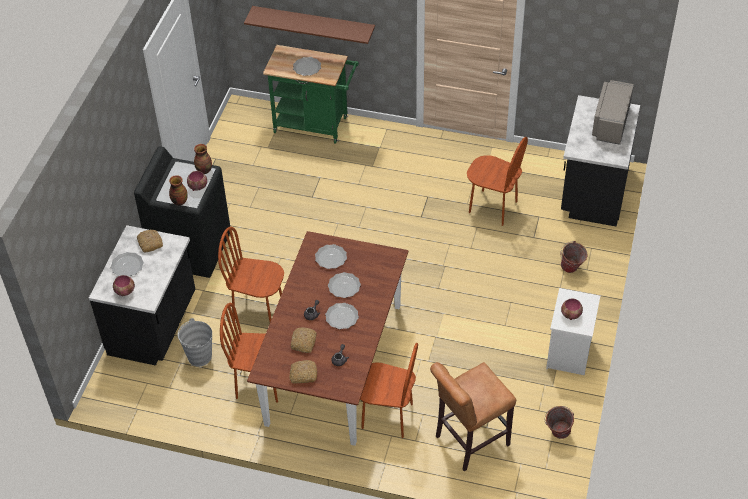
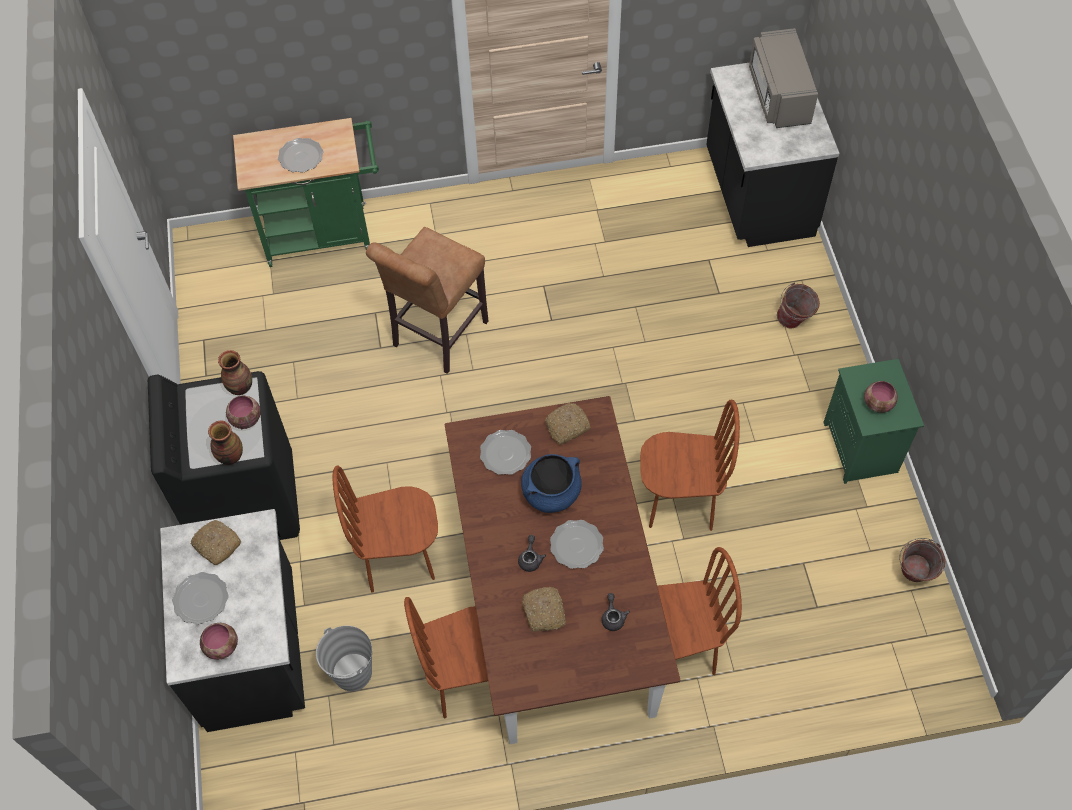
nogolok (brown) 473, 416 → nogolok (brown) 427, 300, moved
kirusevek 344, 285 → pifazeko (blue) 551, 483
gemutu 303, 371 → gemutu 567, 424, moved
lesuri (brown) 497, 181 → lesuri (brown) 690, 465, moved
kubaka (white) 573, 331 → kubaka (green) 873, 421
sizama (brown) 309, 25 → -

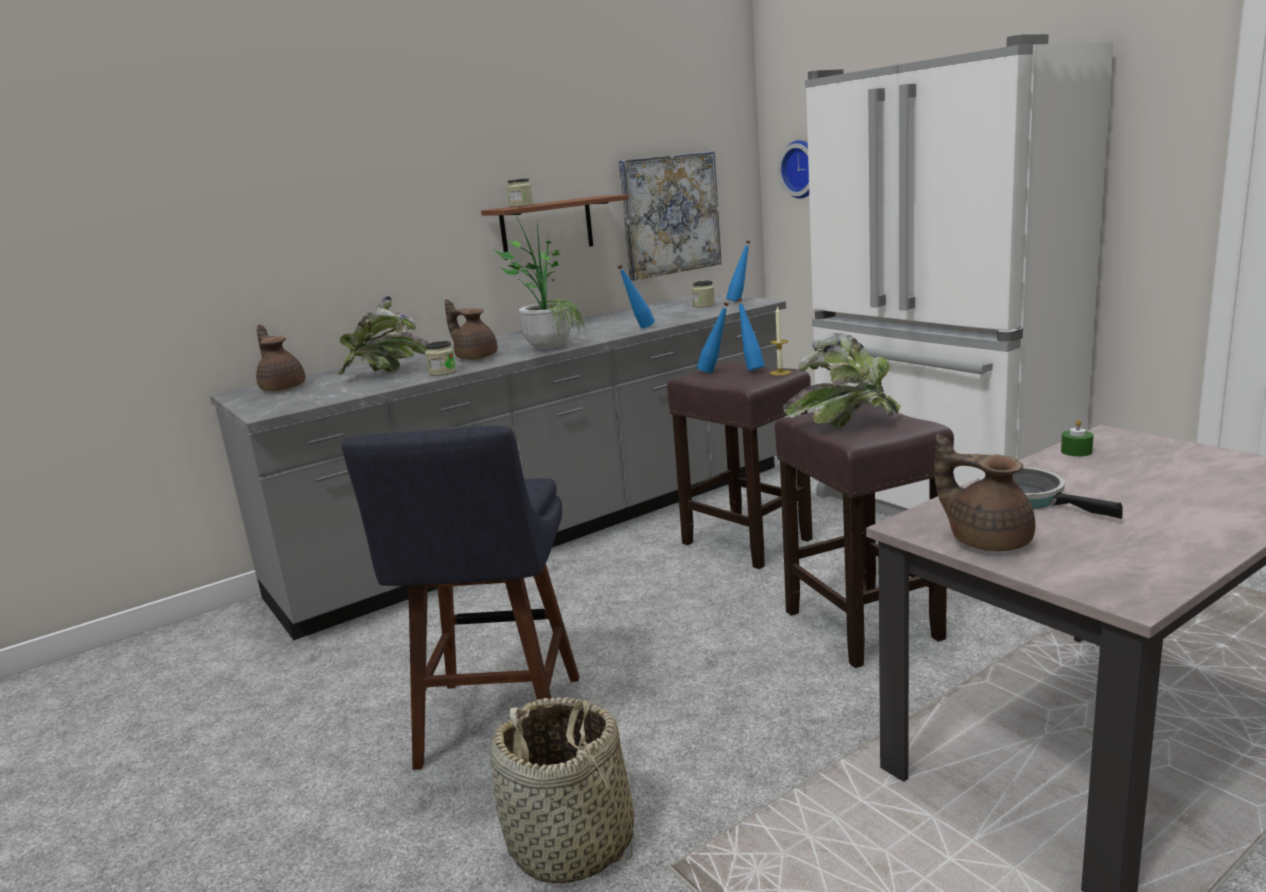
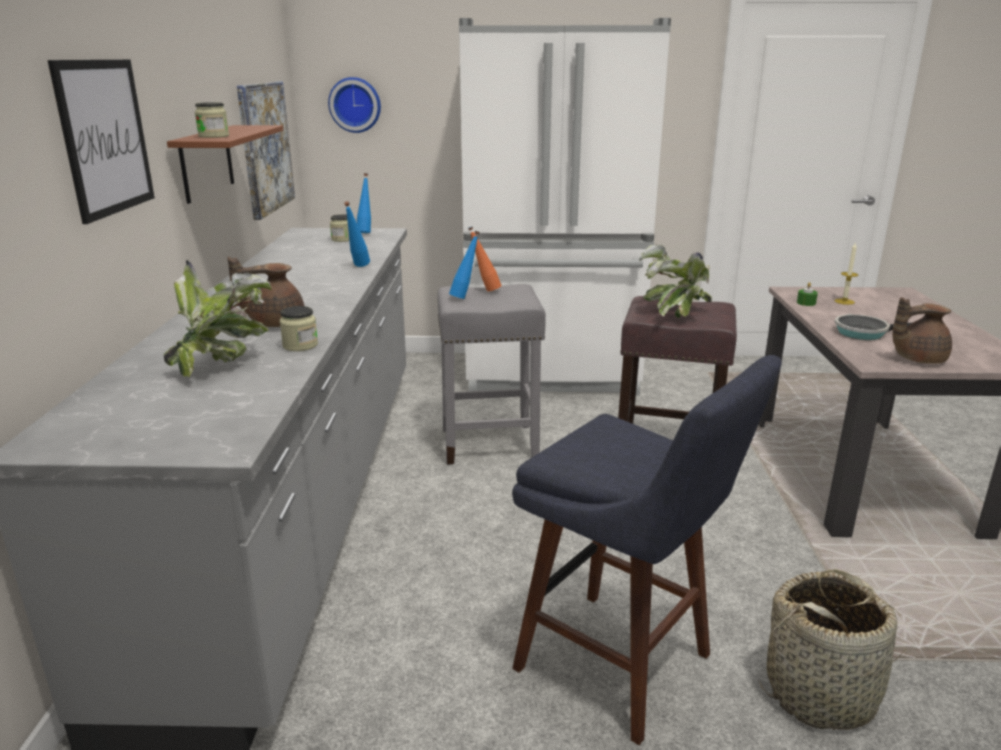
- → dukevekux 101, 142
nogolok (brown) 740, 465 → nogolok (grey) 491, 374
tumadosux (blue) 751, 334 → tumadosux (orange) 485, 259
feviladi 780, 341 → feviladi 846, 273, moved
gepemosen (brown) 281, 358 → -
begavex 539, 282 → -

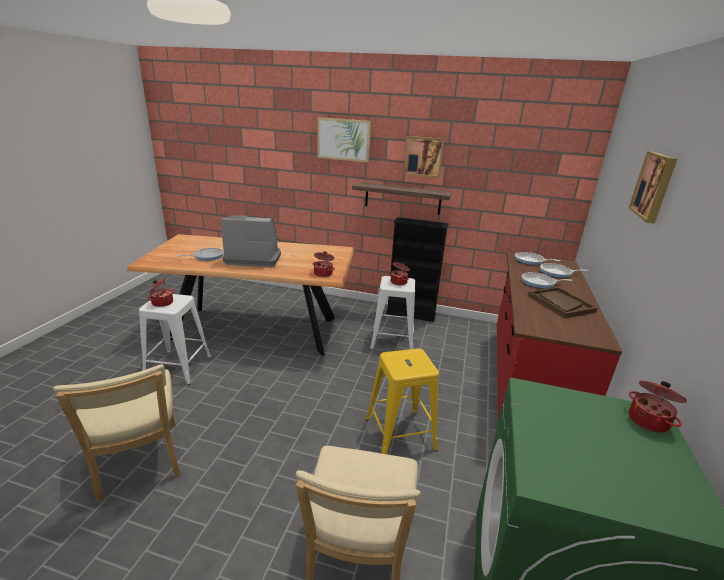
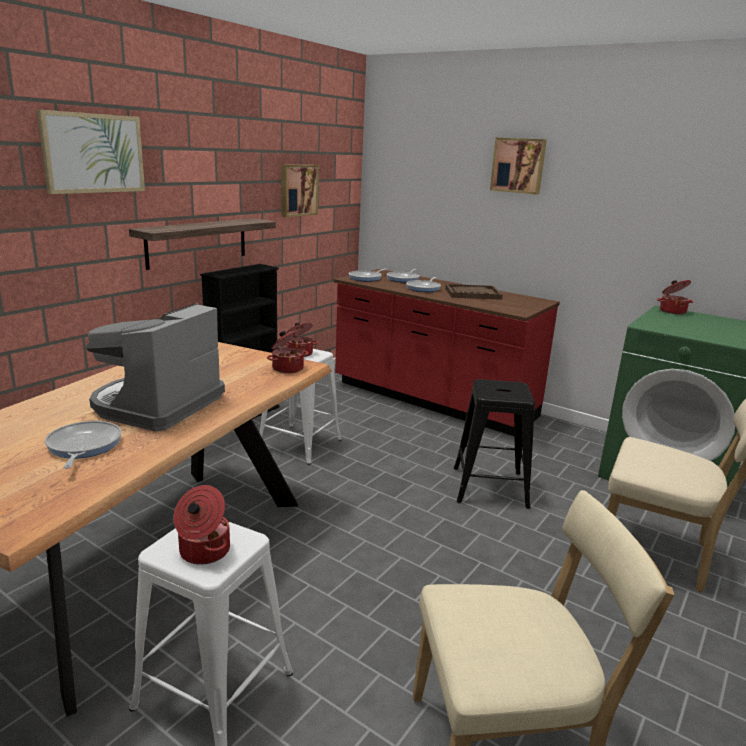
dukevekux 423, 157 → dukevekux 300, 191, moved
nogolok (yellow) 402, 401 → nogolok (black) 494, 444

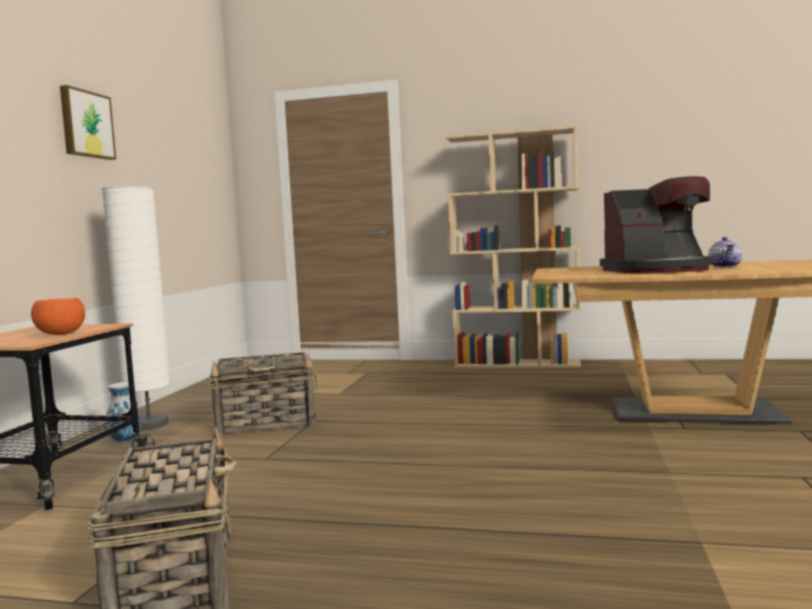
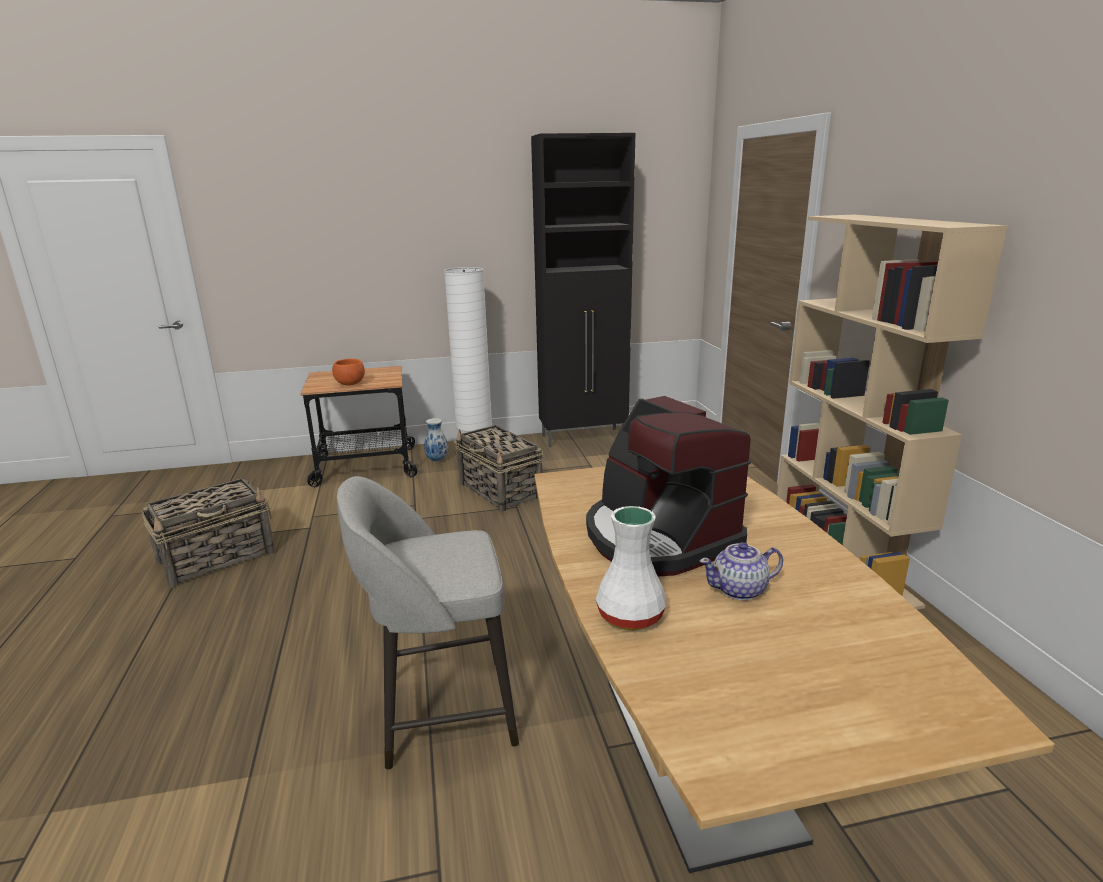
- → nogolok (grey) 428, 623
- → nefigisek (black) 583, 290
- → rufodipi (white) 631, 568
dukevekux 88, 122 → -

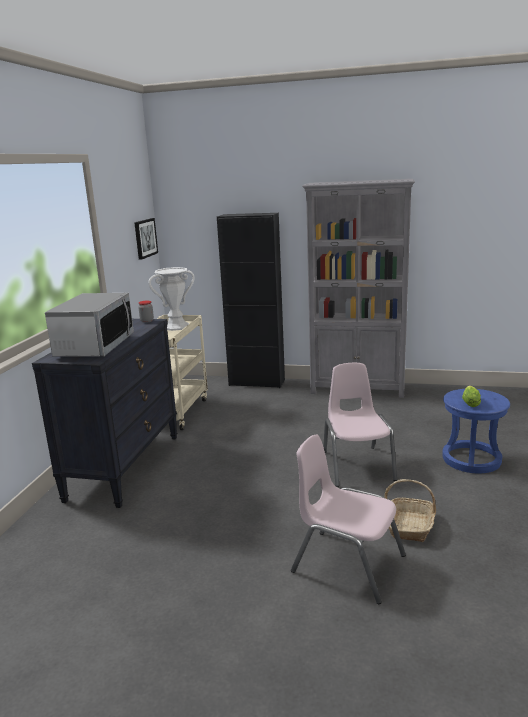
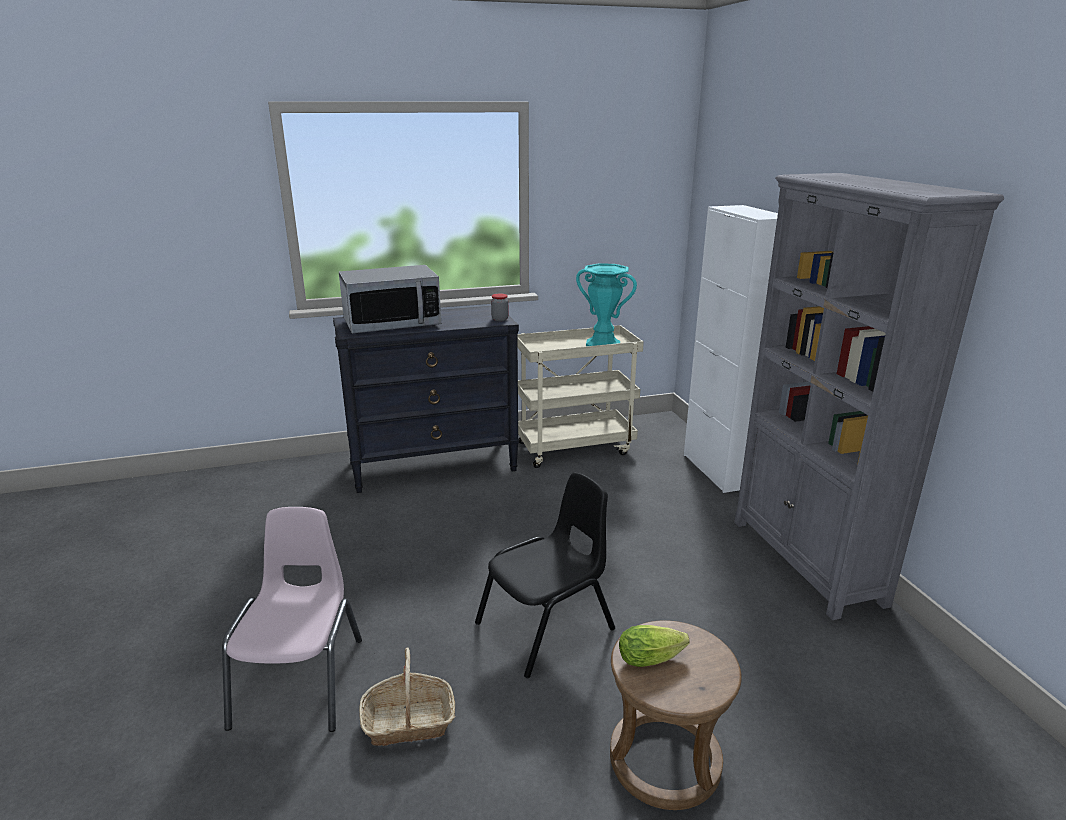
lesuri (pink) 360, 425 → lesuri (black) 545, 575
rufodipi (white) 171, 299 → rufodipi (turquoise) 606, 304
nogolok (blue) 476, 431 → nogolok (brown) 676, 715
nefigisek (black) 251, 300 → nefigisek (white) 731, 349
dukevekux 146, 239 → -

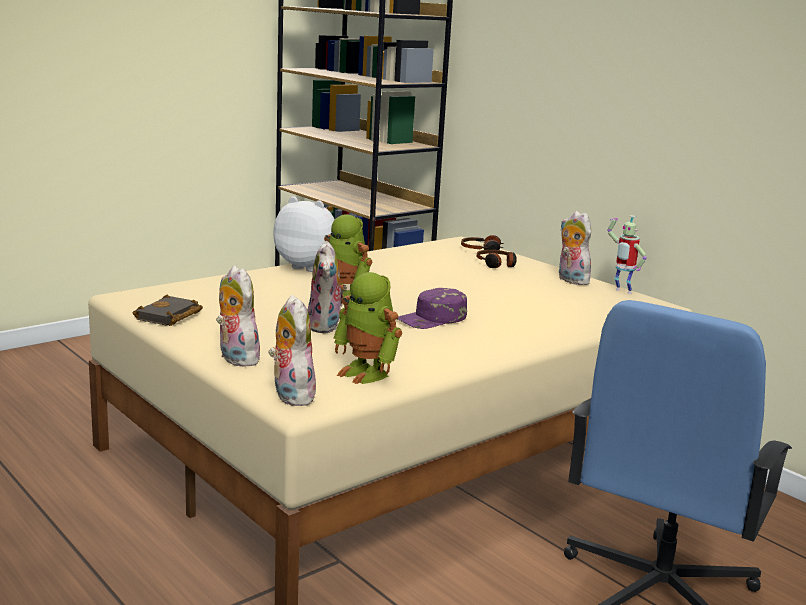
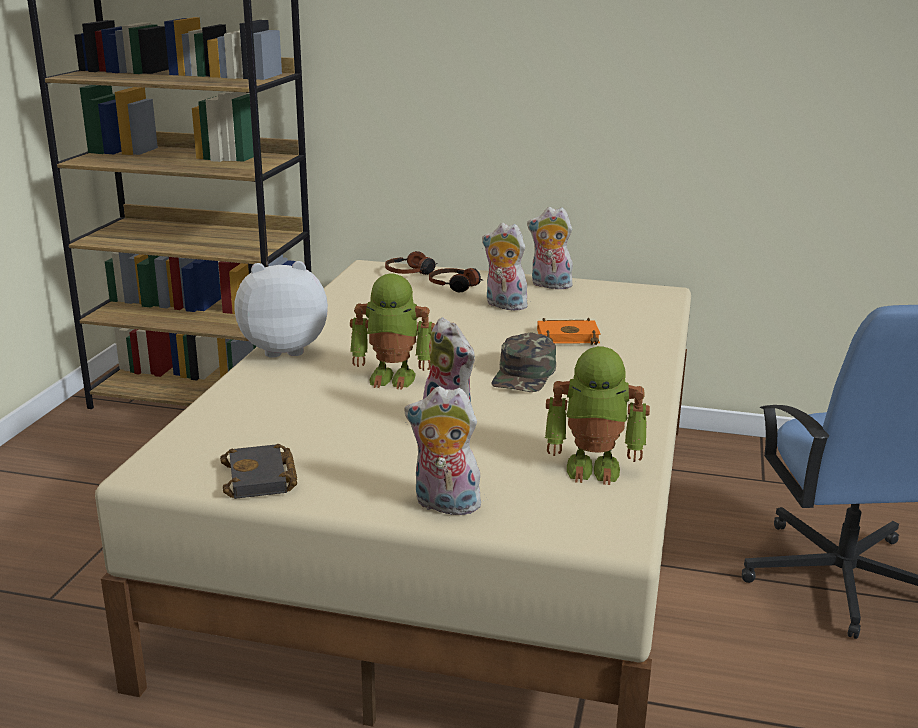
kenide 292, 350 → kenide 505, 266, moved
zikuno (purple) 432, 308 → zikuno (green) 523, 362
- → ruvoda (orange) 569, 331
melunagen 627, 254 → -

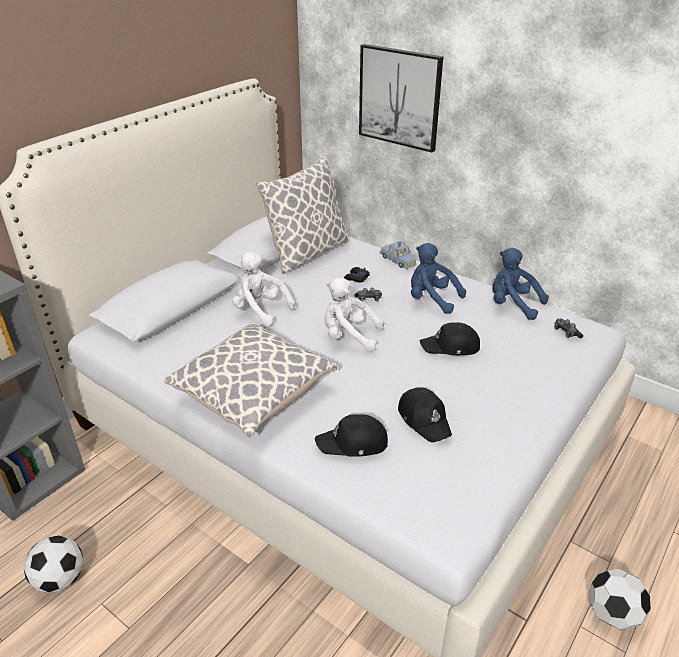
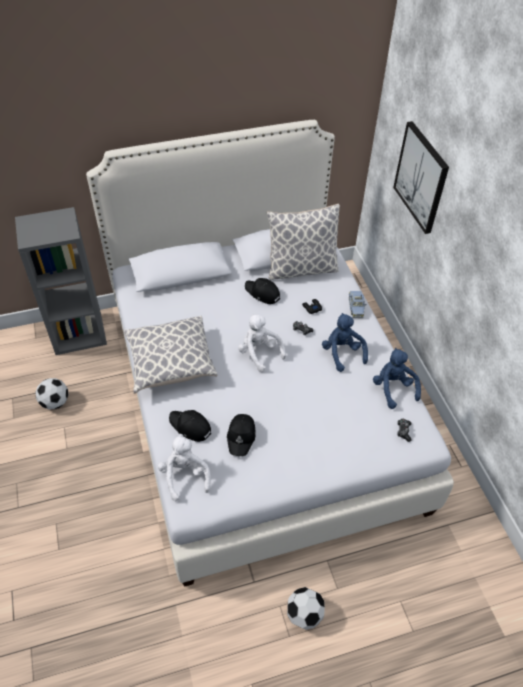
kenide (white) 263, 289 → kenide (white) 184, 467, moved
zikuno (black) 450, 338 → zikuno (black) 262, 291, moved

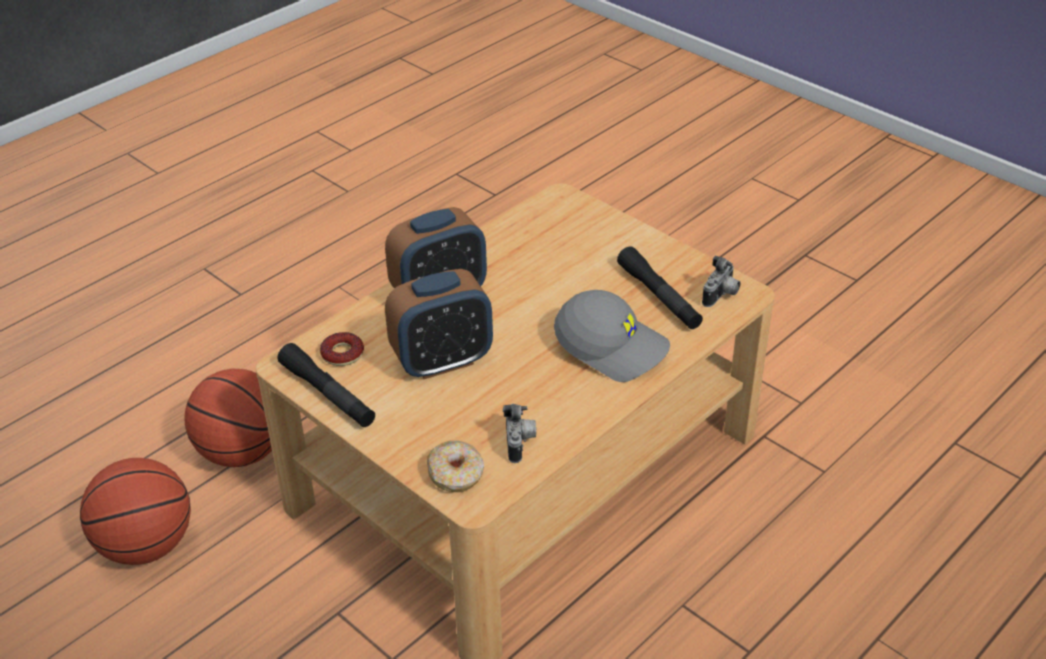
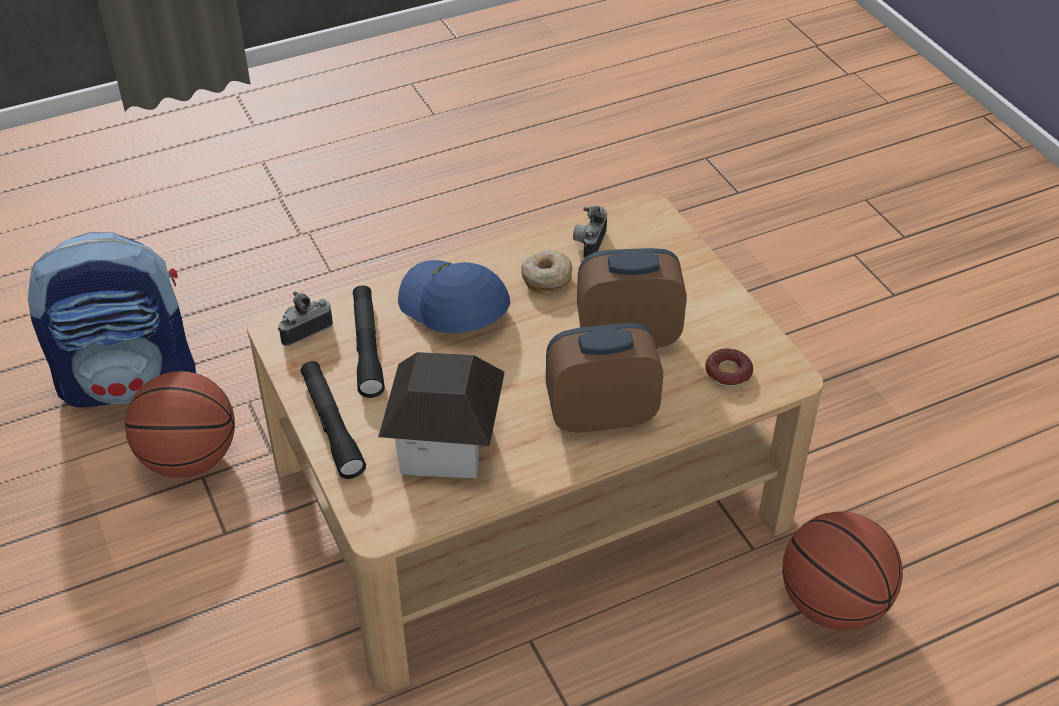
- → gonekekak 112, 320
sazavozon 135, 511 → sazavozon 180, 424, moved
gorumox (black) 326, 385 → gorumox (black) 333, 420, moved
- → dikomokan 441, 415
zikuno (grey) 612, 336 → zikuno (blue) 454, 296
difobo 455, 466 → difobo 546, 272, moved

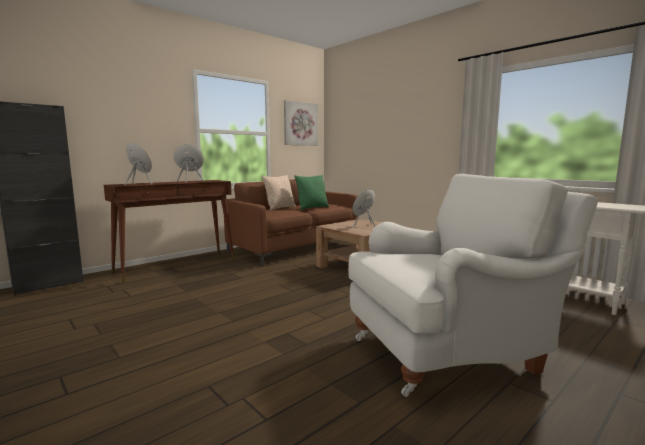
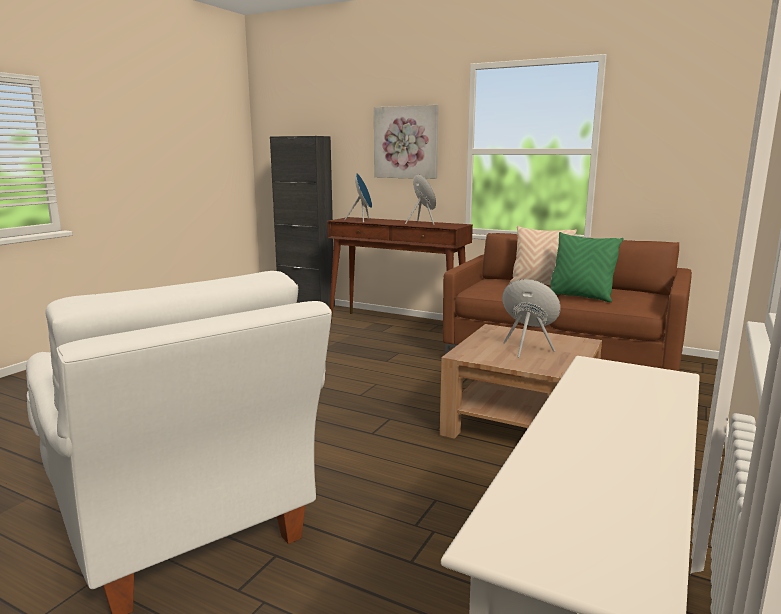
dukevekux 301, 123 → dukevekux 406, 142, moved

